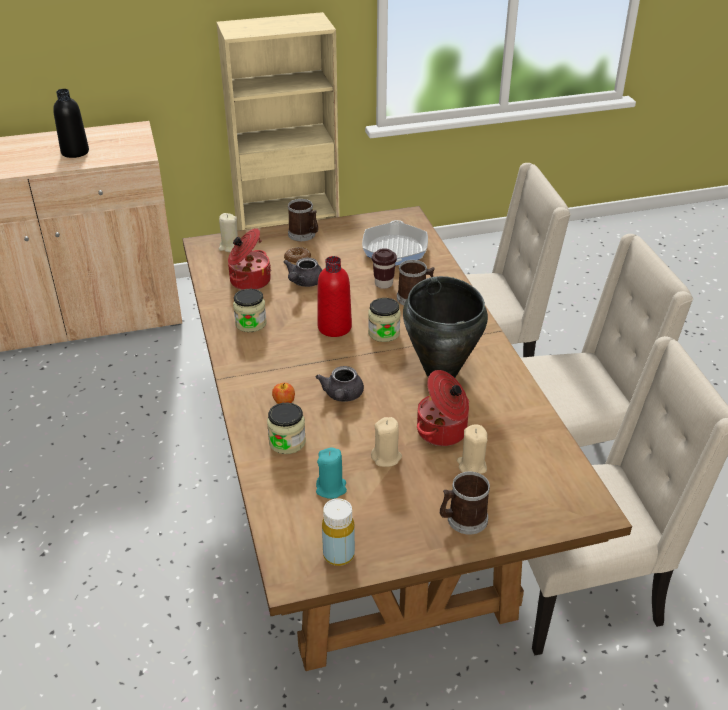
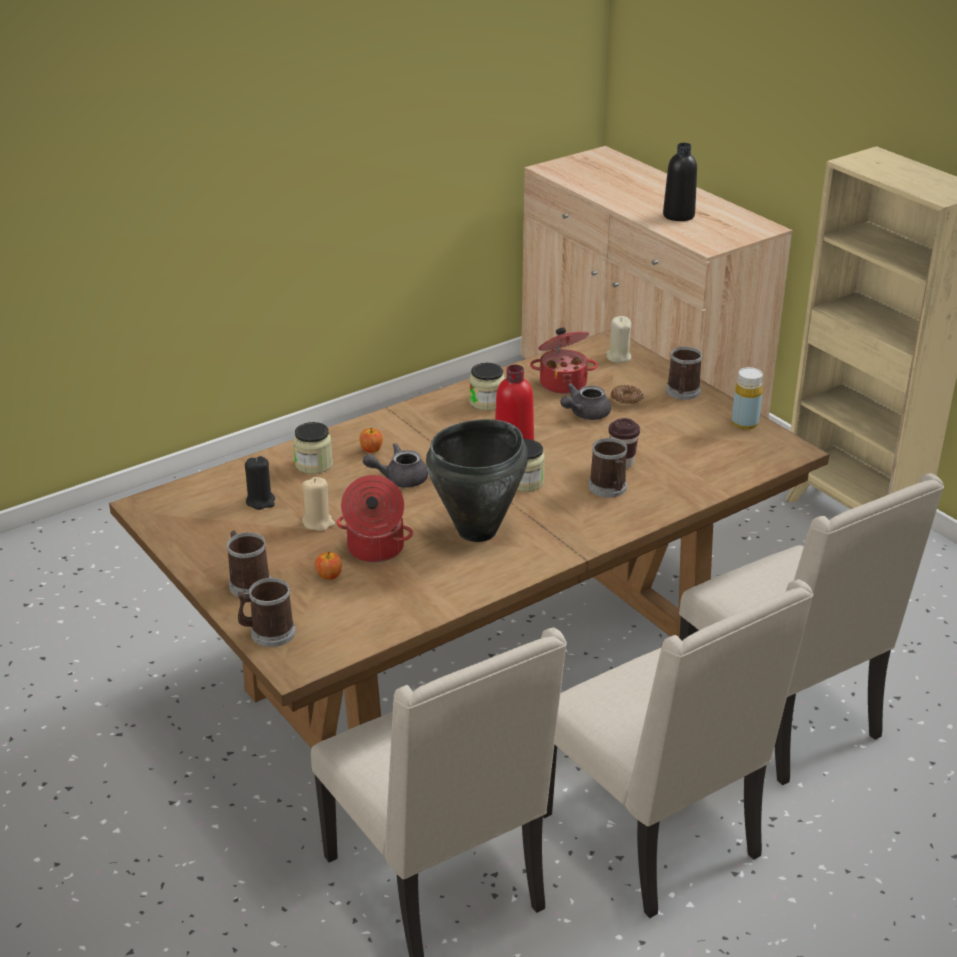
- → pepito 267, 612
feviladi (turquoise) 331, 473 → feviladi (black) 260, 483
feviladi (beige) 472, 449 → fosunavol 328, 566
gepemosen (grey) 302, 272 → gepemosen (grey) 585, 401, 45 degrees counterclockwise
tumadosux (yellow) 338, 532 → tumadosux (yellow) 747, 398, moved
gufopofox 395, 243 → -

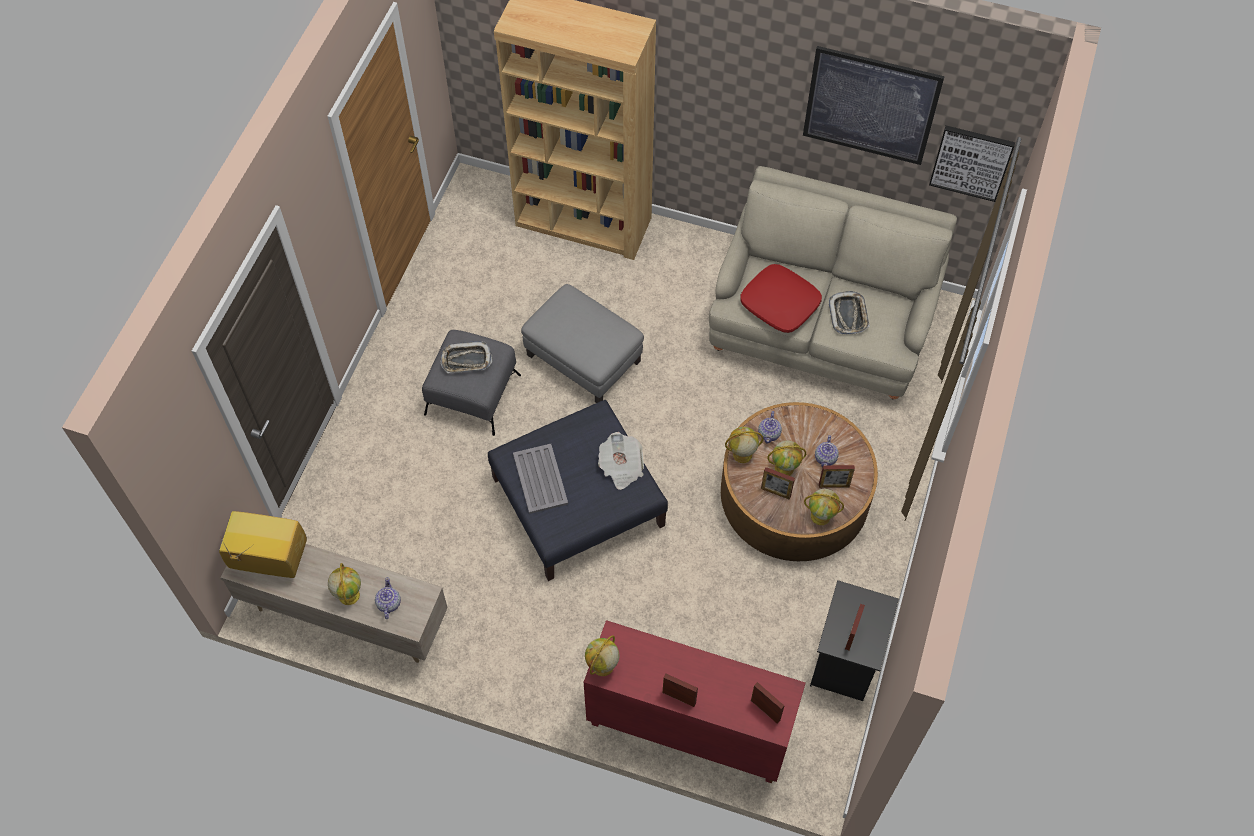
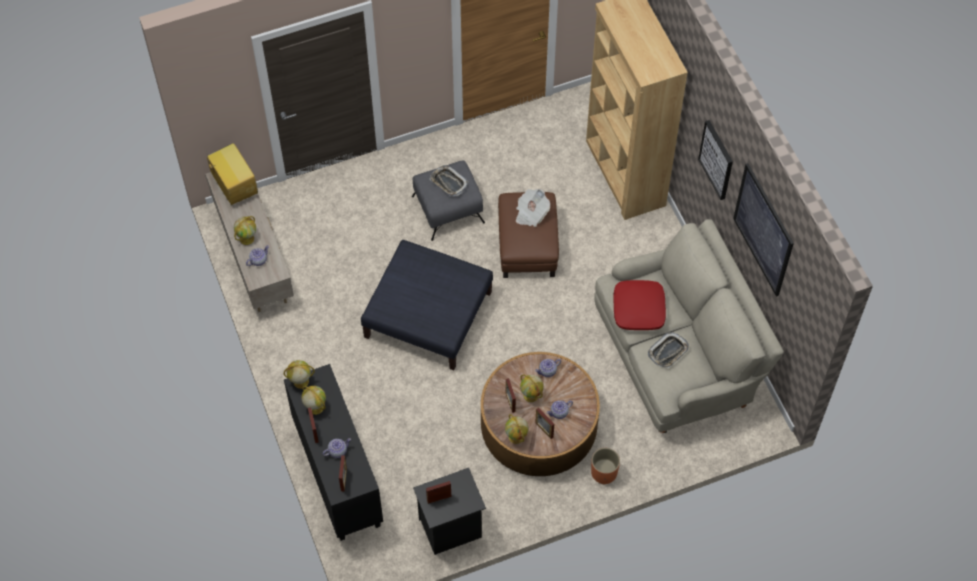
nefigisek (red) 694, 701 → nefigisek (black) 333, 452
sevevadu 744, 445 → sevevadu 313, 400, moved
- → gepemosen 337, 448
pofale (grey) 582, 343 → pofale (brown) 528, 235
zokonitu 621, 461 → zokonitu 533, 208, moved
- → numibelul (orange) 605, 466
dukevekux 972, 164 → dukevekux 715, 160, moved
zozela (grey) 540, 479 → -

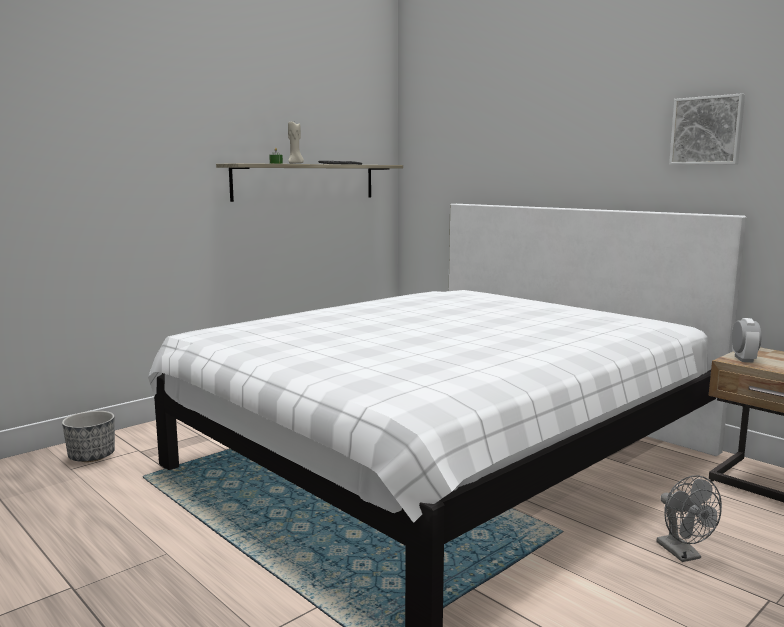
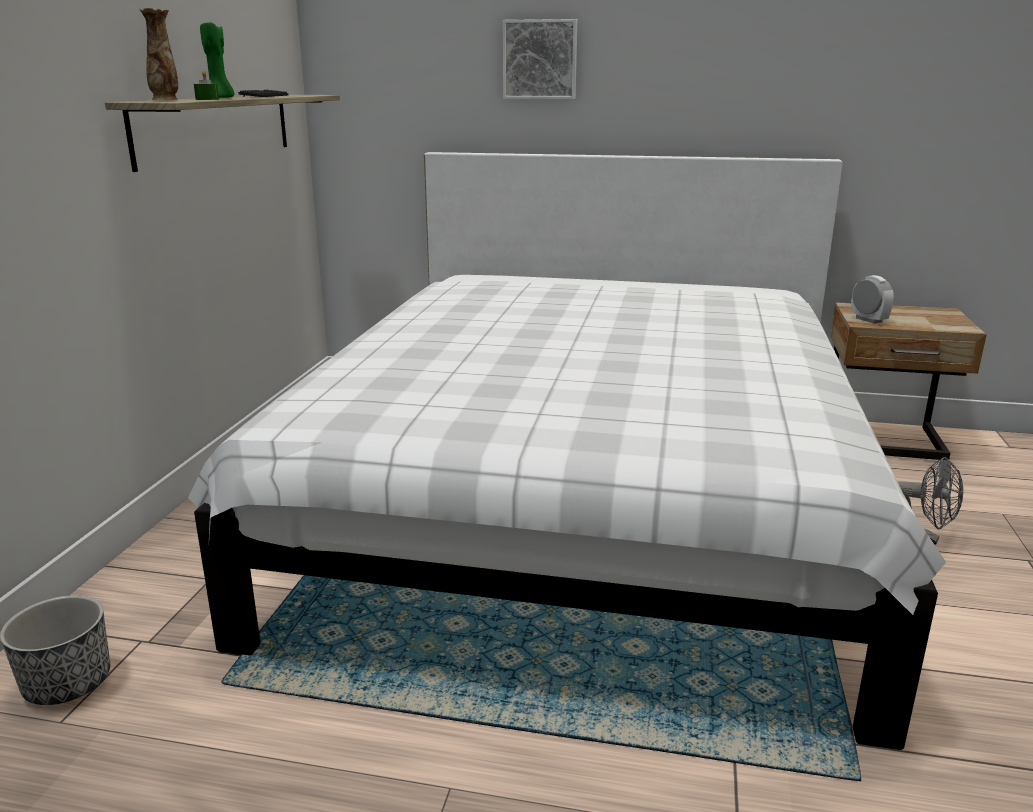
- → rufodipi 159, 54
feviladi (beige) 296, 143 → feviladi (green) 217, 59
dukevekux 707, 129 → dukevekux 540, 59, moved

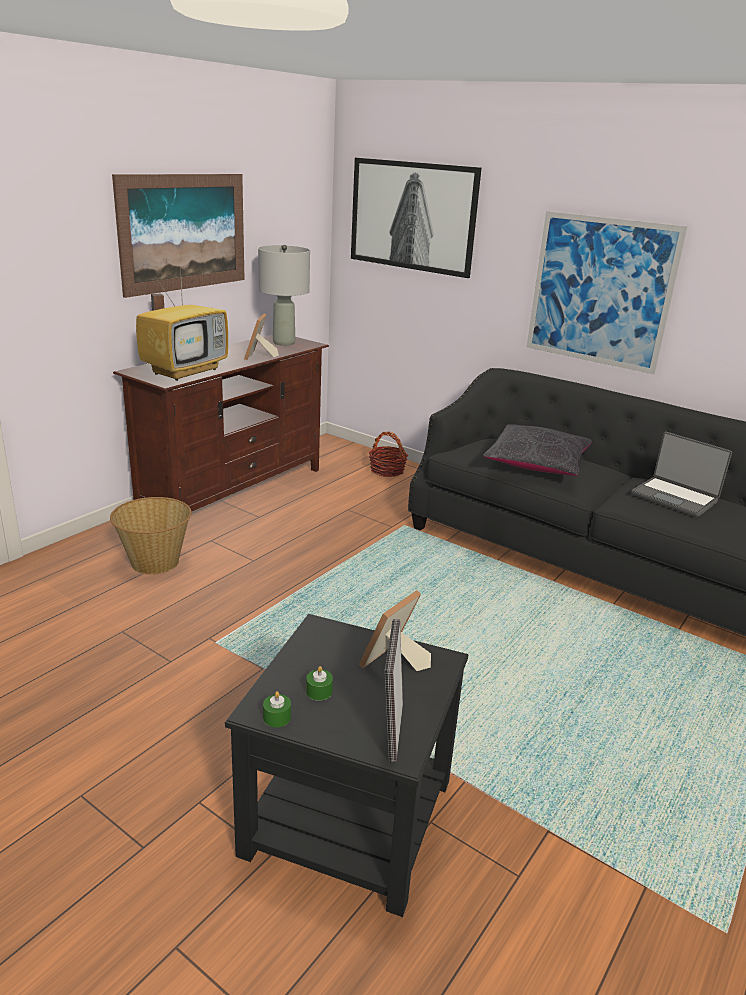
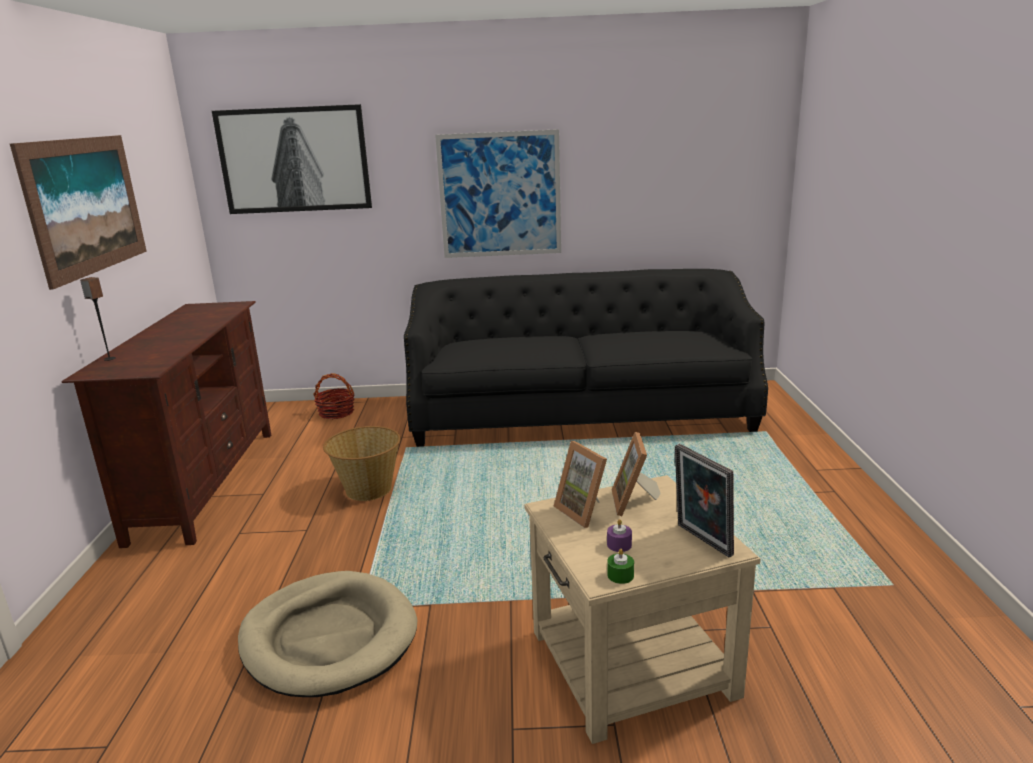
- → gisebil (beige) 327, 634
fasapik 151, 536 → fasapik 362, 463, moved
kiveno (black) 347, 765 → kiveno (beige) 642, 609
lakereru 261, 336 → lakereru 580, 484, moved
feviladi (green) 319, 683 → feviladi (purple) 619, 535
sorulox 182, 324 → -
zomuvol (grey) 284, 295 → -
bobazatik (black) 537, 450 → -
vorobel 681, 474 → -

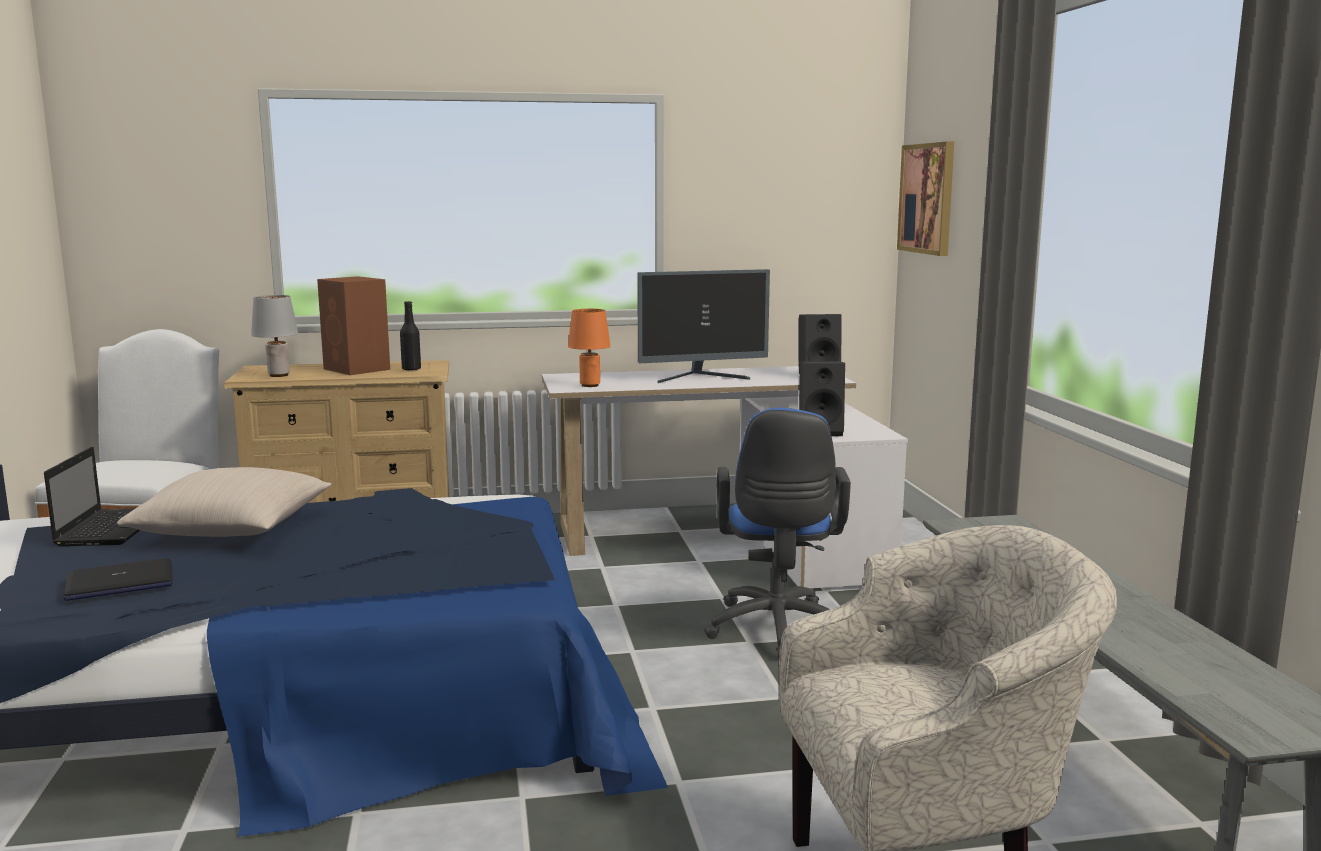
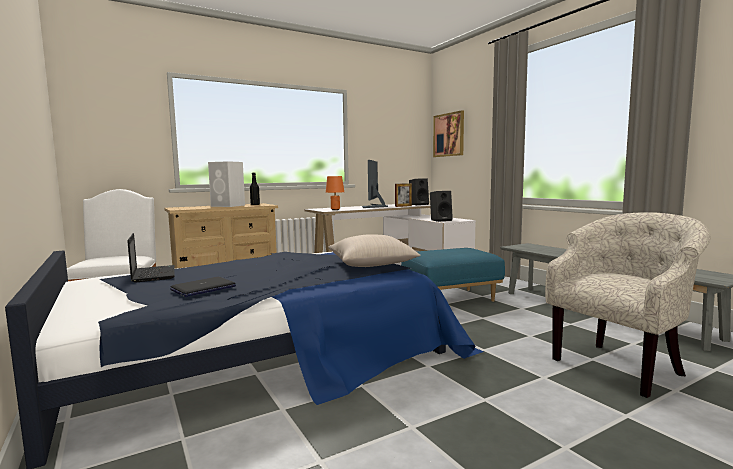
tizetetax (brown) 353, 325 → tizetetax (white) 226, 184
bobazatik (beige) 224, 502 → bobazatik (beige) 374, 250, moved
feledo 703, 326 → feledo 375, 184, 135 degrees clockwise
- → lakereru 403, 195
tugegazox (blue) 777, 533 → pofale (blue) 453, 275
zomuvol (grey) 274, 336 → -

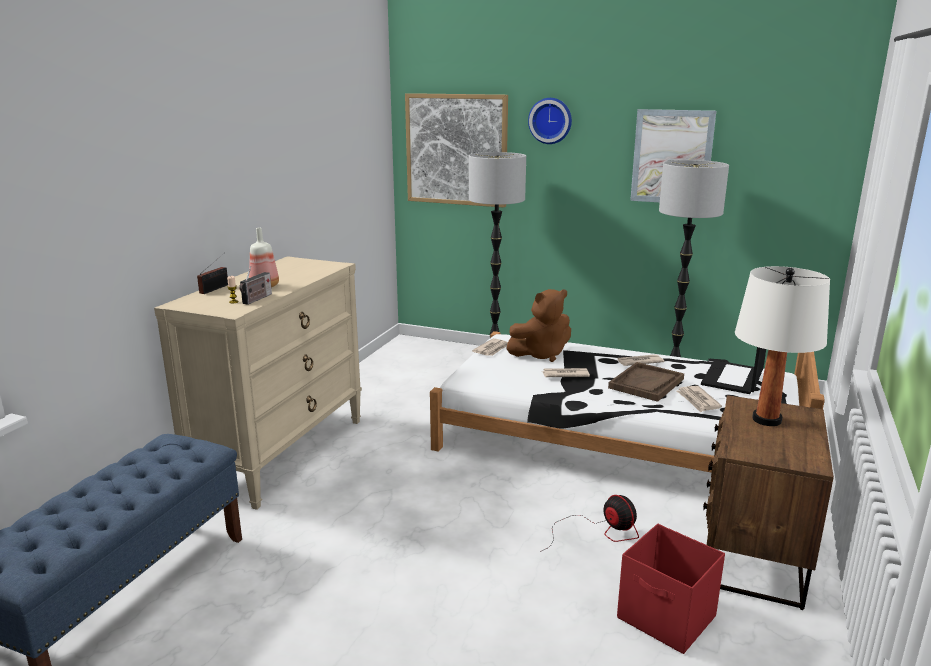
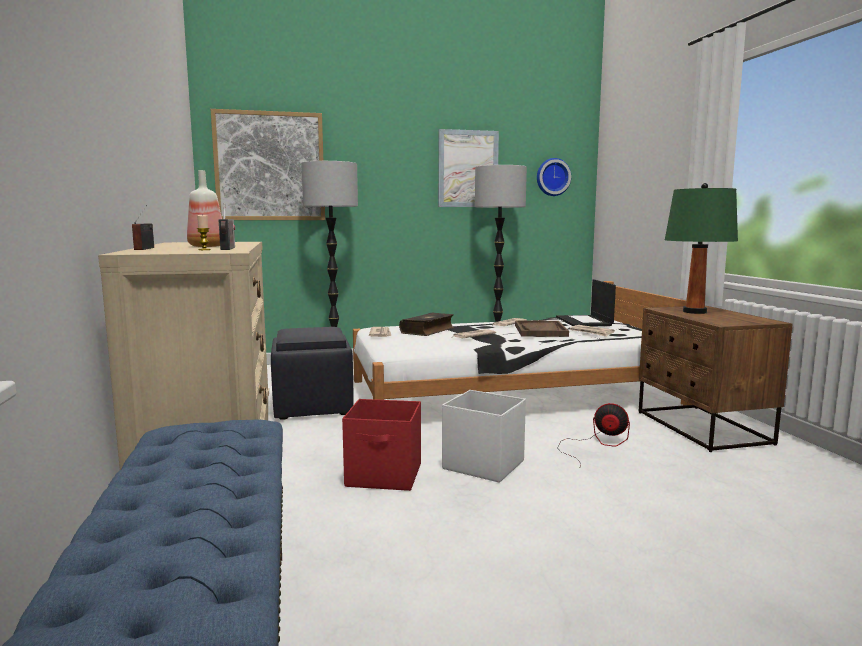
- → pofale (black) 312, 373
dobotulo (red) 671, 589 → dobotulo (red) 381, 445, moved
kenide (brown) 538, 325 → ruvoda 426, 324
- → dobotulo (white) 484, 436
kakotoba 550, 121 → kakotoba 554, 177, moved
zomuvol (white) 782, 346 → zomuvol (green) 701, 248

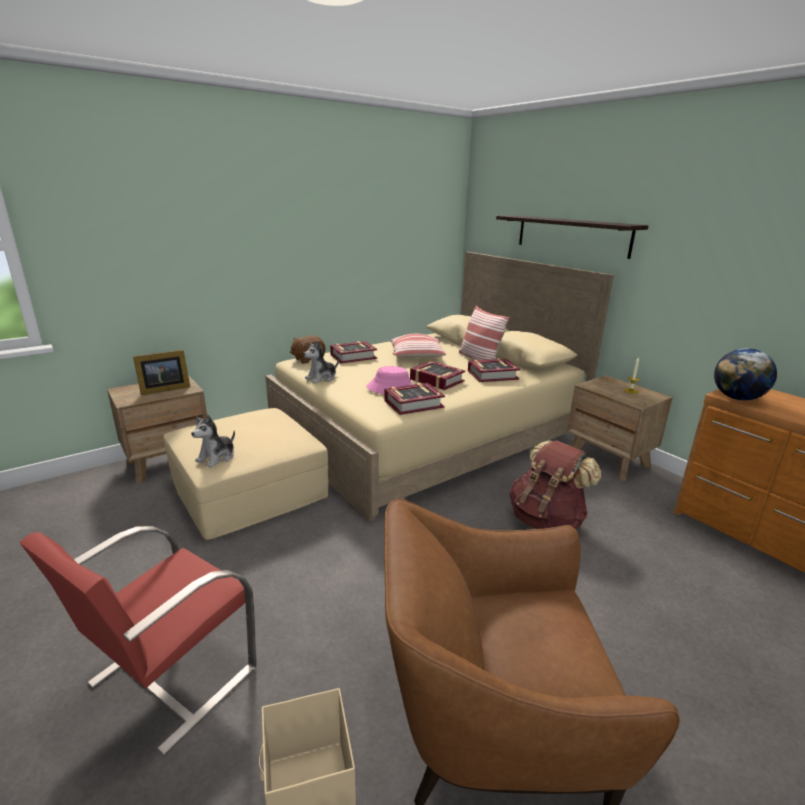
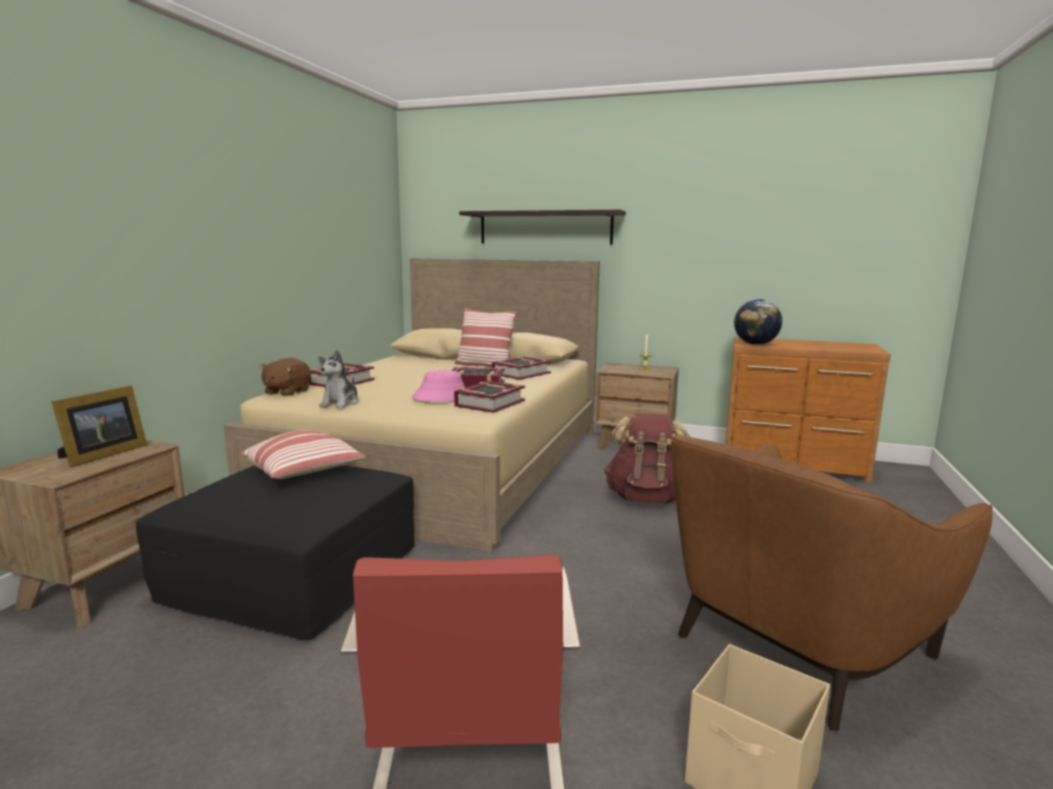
pofale (beige) 246, 474 → pofale (black) 275, 552
bobazatik 418, 345 → bobazatik 303, 454, moved
kenide 213, 441 → -

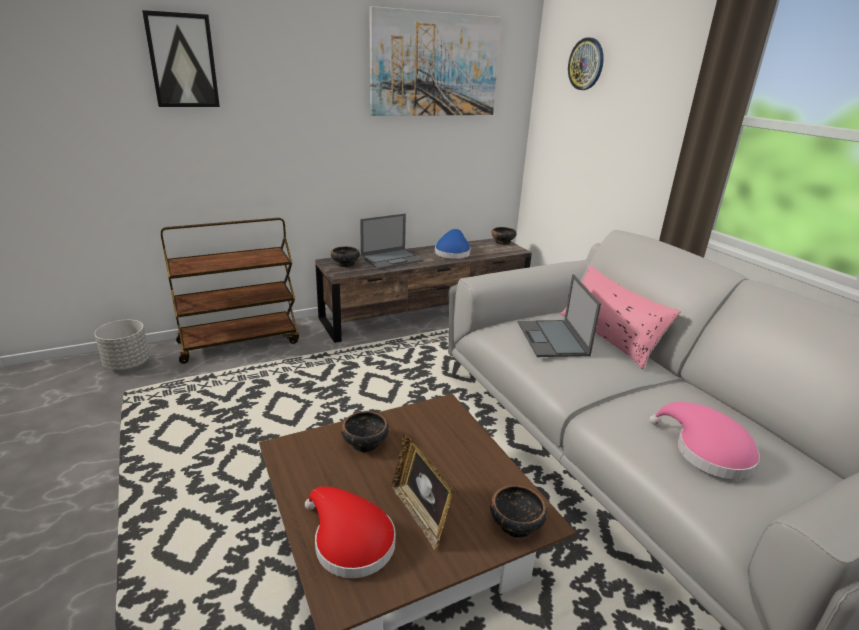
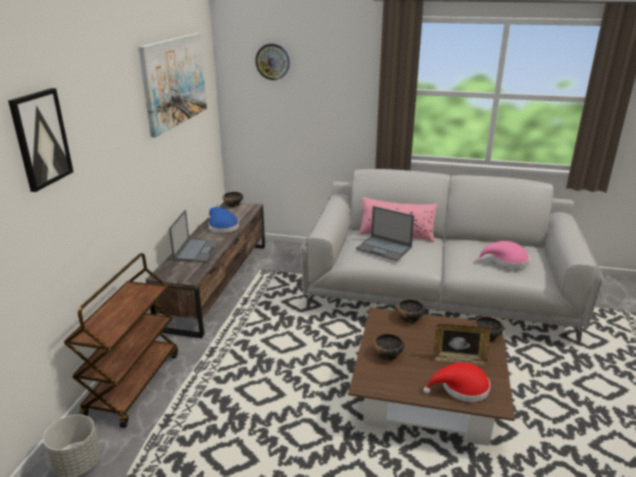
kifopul 345, 256 → kifopul 411, 311, moved

